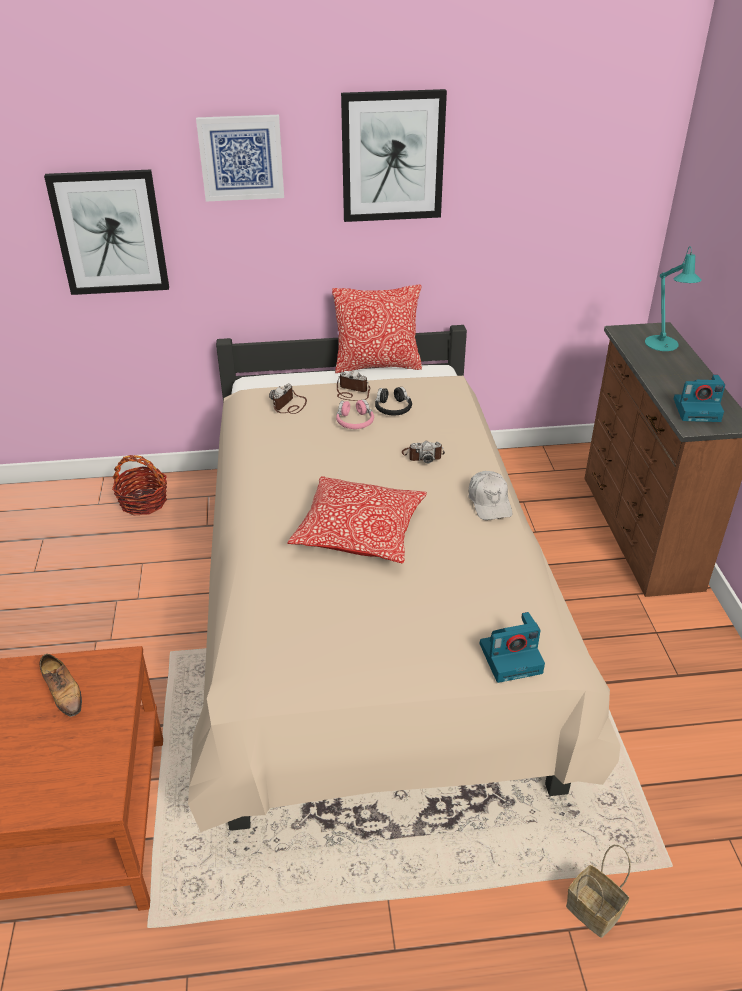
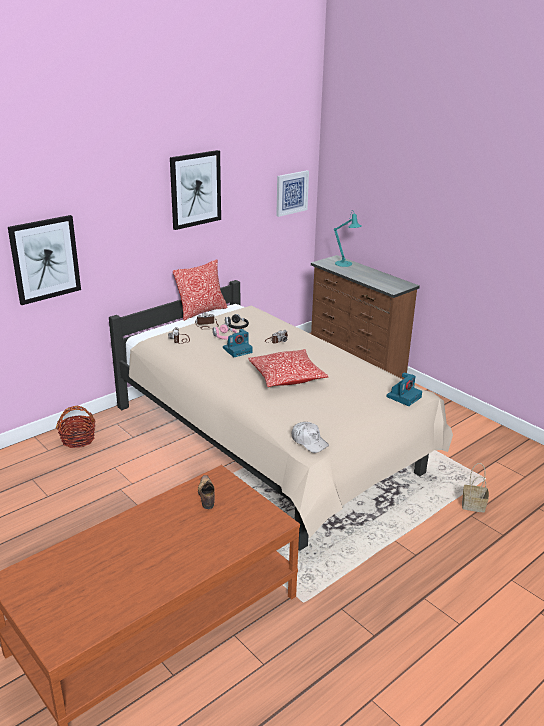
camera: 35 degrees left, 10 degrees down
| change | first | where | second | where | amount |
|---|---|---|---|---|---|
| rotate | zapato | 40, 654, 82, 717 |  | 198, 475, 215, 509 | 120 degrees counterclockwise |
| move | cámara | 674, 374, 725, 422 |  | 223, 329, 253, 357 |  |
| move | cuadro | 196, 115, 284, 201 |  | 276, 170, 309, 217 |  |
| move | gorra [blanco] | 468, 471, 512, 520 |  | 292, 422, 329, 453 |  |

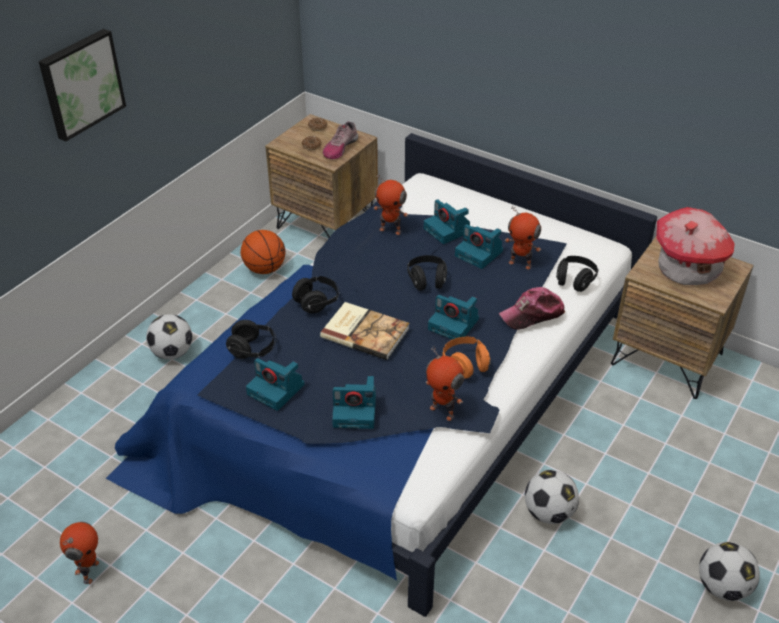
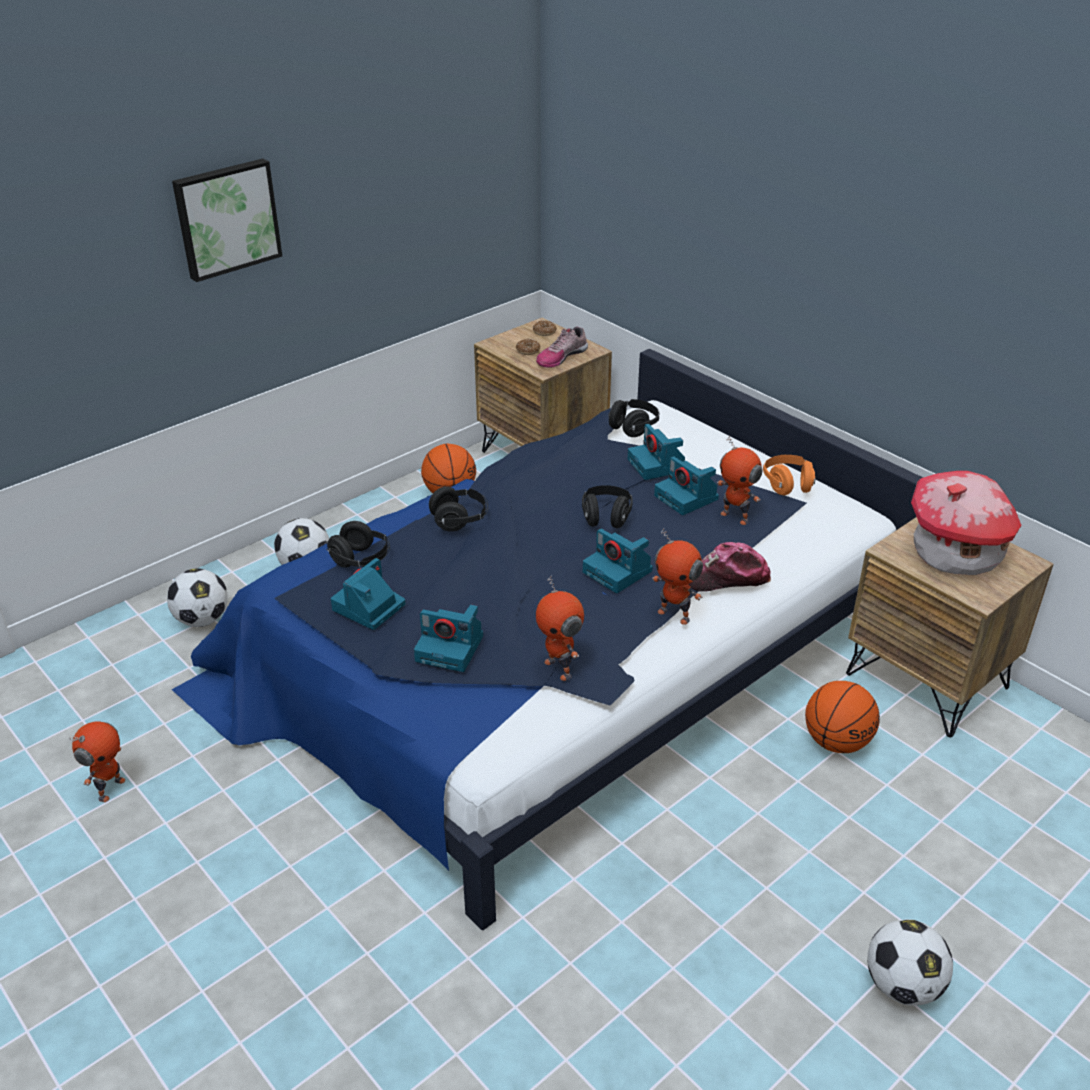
camera: 15 degrees right, 5 degrees down
| change | first | where | second | where | amount |
|---|---|---|---|---|---|
| move | balón de fútbol | 525, 470, 579, 524 |  | 167, 568, 227, 627 |  |
| rotate | cámara | 246, 358, 305, 411 |  | 331, 558, 406, 630 | 75 degrees clockwise |
| move | auriculares [negro] | 556, 256, 599, 292 |  | 609, 399, 659, 437 |  |
| move | robot de juguete | 374, 174, 408, 235 |  | 652, 528, 703, 625 |  |
| move | auriculares [naranja] | 442, 337, 491, 379 |  | 763, 455, 816, 495 |  |
| insert |  |  | balón de baloncesto | 805, 681, 880, 753 |  |
| delete | libro | 320, 302, 409, 360 |  |  |  |

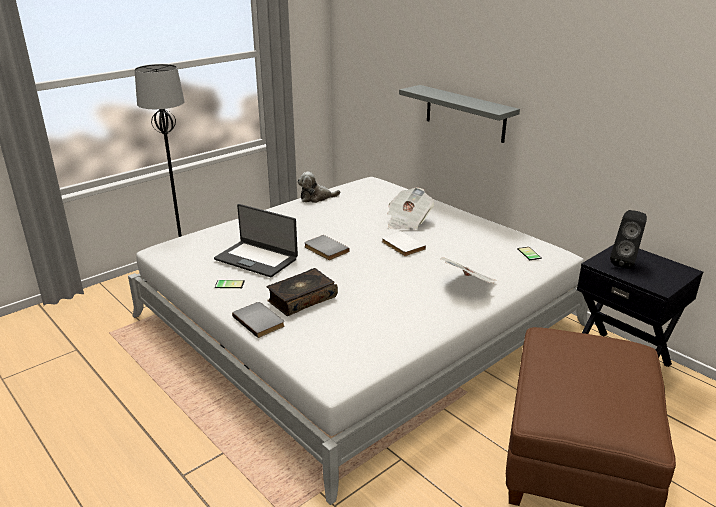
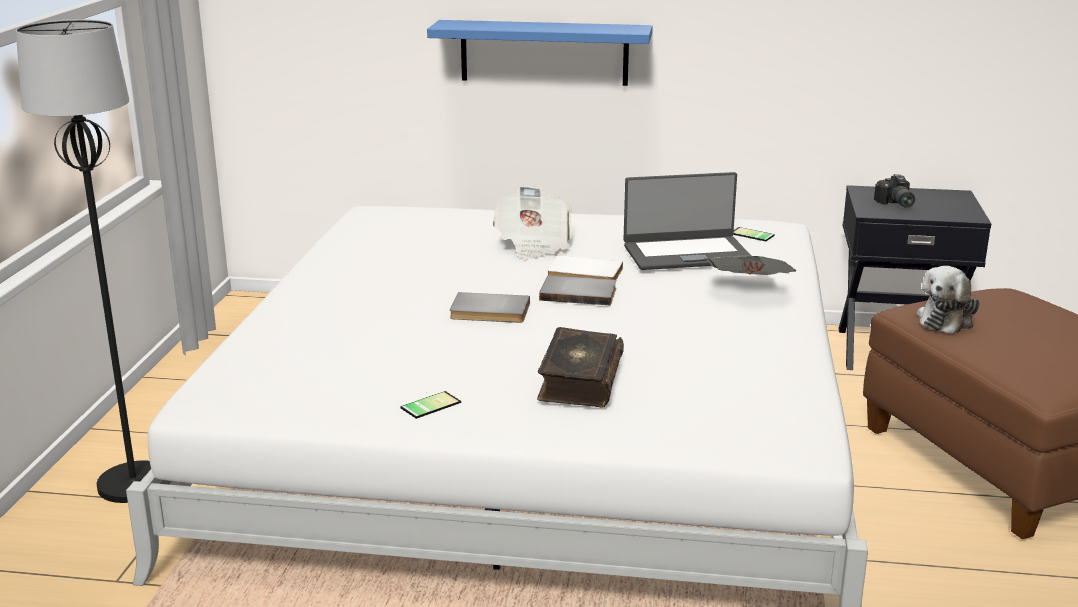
camera: 40 degrees left, 5 degrees down
| change | first | where | second | where | amount |
|---|---|---|---|---|---|
| recolor | estante [gris] | 399, 85, 520, 143 | estante [azul] | 427, 20, 652, 86 |  |
| move | libro [gris] | 232, 302, 284, 338 |  | 539, 275, 616, 305 |  |
| move | portátil | 214, 204, 298, 277 |  | 623, 172, 751, 270 |  |
| replace | altavoz [negro] | 610, 210, 647, 269 | cámara | 874, 174, 915, 208 |  |
| move | peluche | 297, 172, 340, 203 |  | 917, 266, 980, 334 |  |

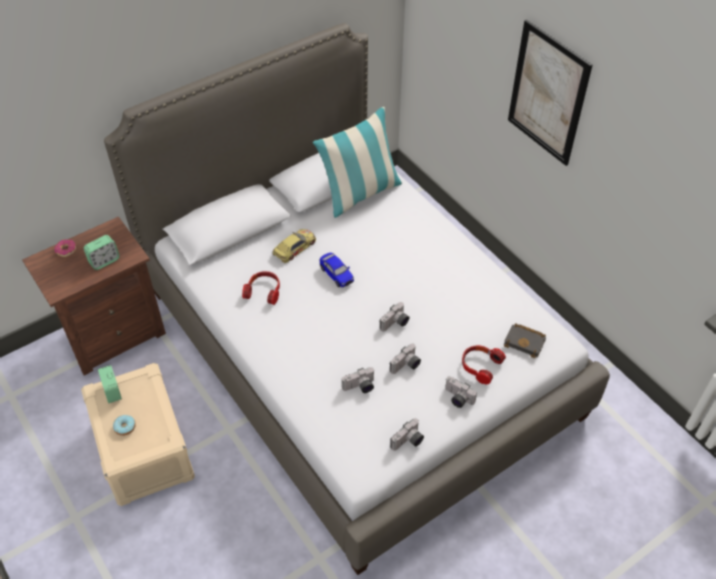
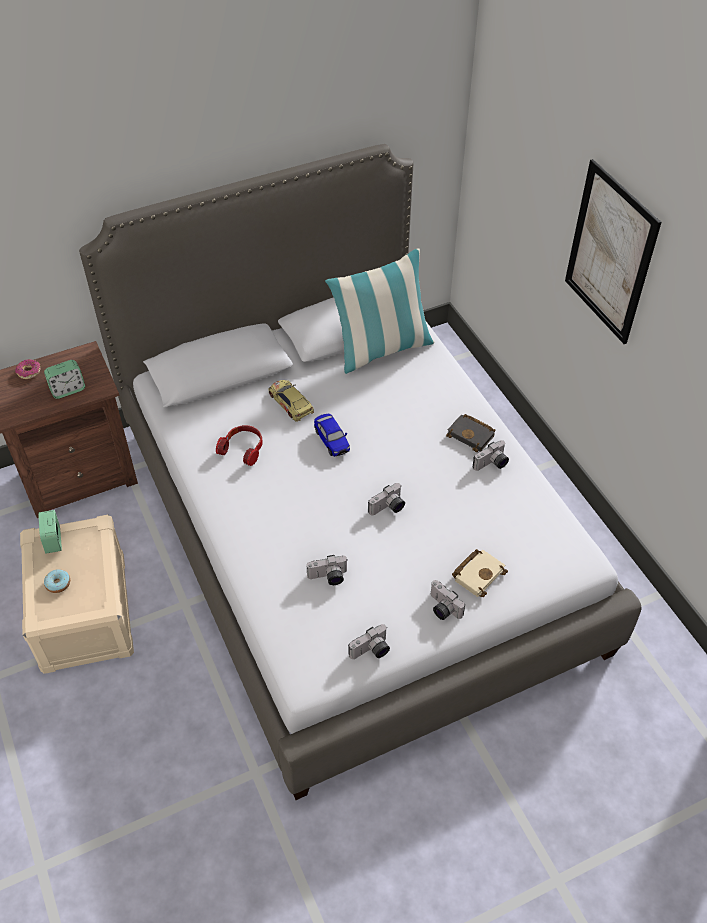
camera: 10 degrees right, 0 degrees up
| change | first | where | second | where | amount |
|---|---|---|---|---|---|
| rotate | coche de juguete | 273, 229, 316, 263 |  | 269, 380, 314, 422 | 90 degrees counterclockwise |
| move | libro [negro] | 504, 323, 546, 359 |  | 446, 414, 495, 452 |  |
| replace | auriculares | 462, 345, 506, 385 | libro [beis] | 452, 549, 508, 597 |  |
| move | cámara | 389, 343, 421, 374 |  | 473, 440, 509, 471 |  |

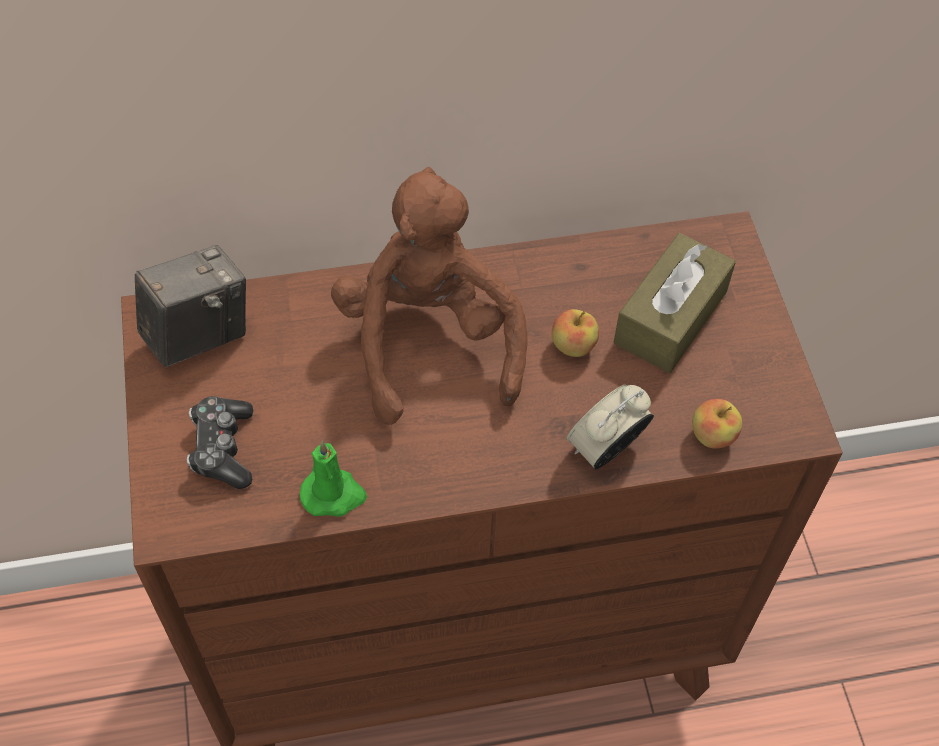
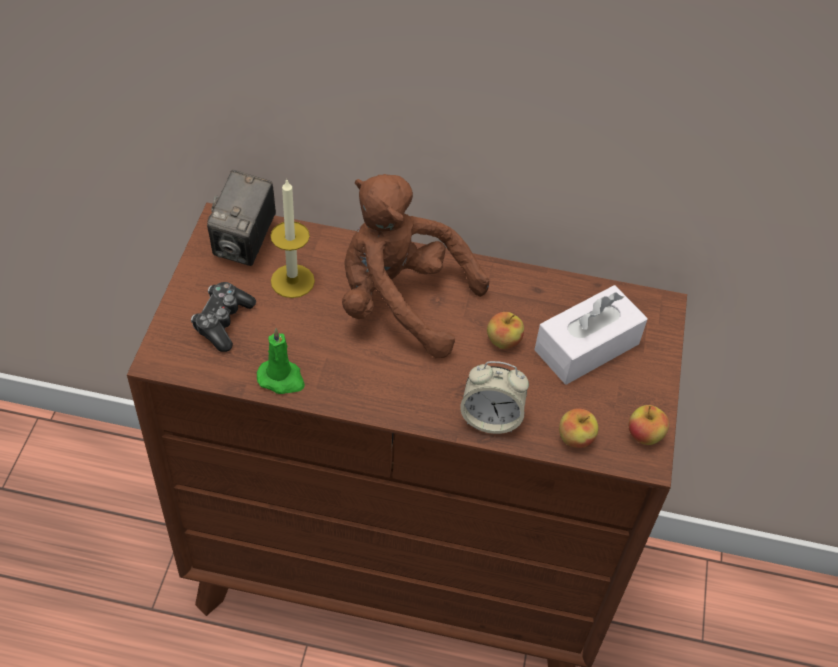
camera: 20 degrees right, 5 degrees down
| change | first | where | second | where | amount |
|---|---|---|---|---|---|
| rotate | cámara | 135, 245, 246, 367 |  | 207, 170, 276, 266 | 120 degrees clockwise |
| insert |  |  | vela | 270, 178, 315, 298 |  |
| rotate | peluche [marrón] | 331, 167, 527, 425 |  | 342, 174, 489, 358 | 75 degrees counterclockwise |
| rotate | despertador | 566, 385, 654, 469 |  | 460, 361, 529, 434 | 150 degrees counterclockwise |
| recolor | caja de pañuelos [marrón] | 614, 233, 736, 373 | caja de pañuelos [blanco] | 535, 285, 648, 385 |  |
| insert |  |  | manzana | 629, 405, 669, 445 |  |

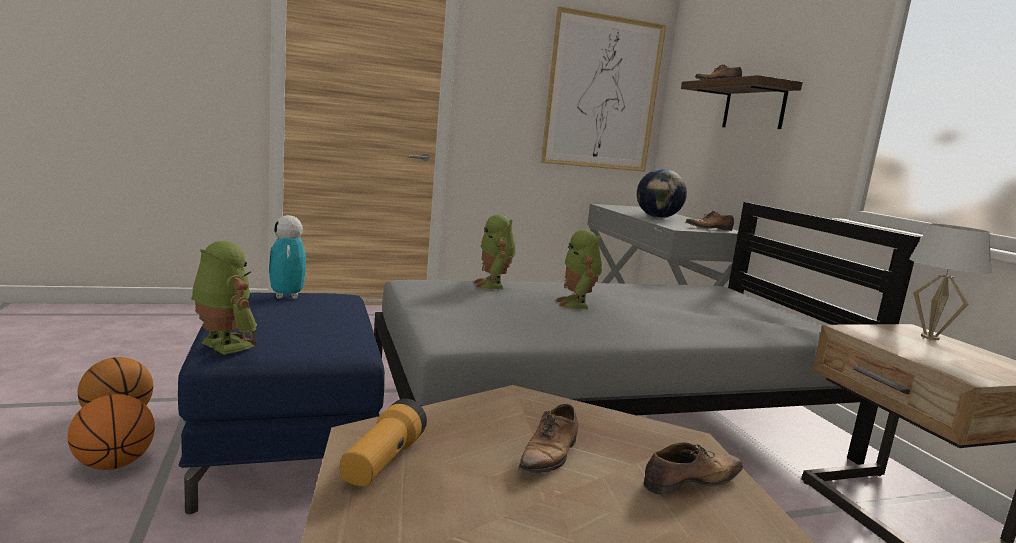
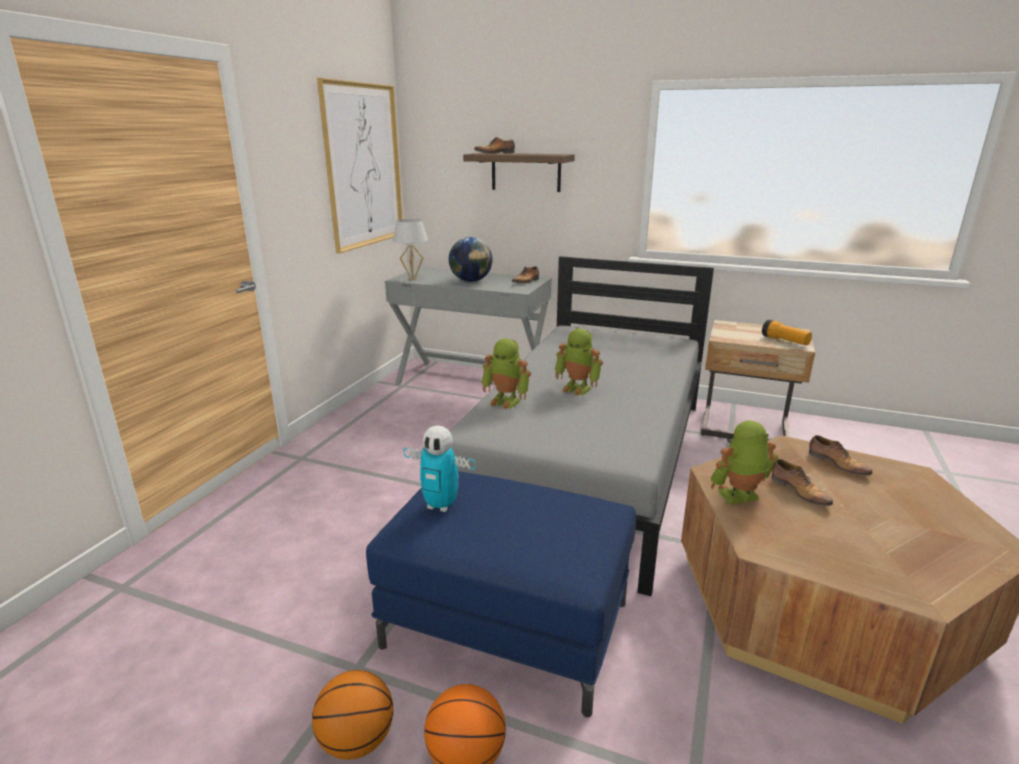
camera: 50 degrees left, 10 degrees up
| change | first | where | second | where | amount |
|---|---|---|---|---|---|
| move | lámpara de mesa [blanco] | 909, 223, 992, 340 |  | 393, 219, 428, 280 |  |
| move | robot de juguete | 191, 241, 257, 354 |  | 711, 420, 778, 505 |  |
| move | linterna | 340, 399, 427, 487 |  | 762, 319, 812, 345 |  |
| rotate | zapato | 643, 443, 743, 495 |  | 809, 435, 873, 478 | 135 degrees clockwise |

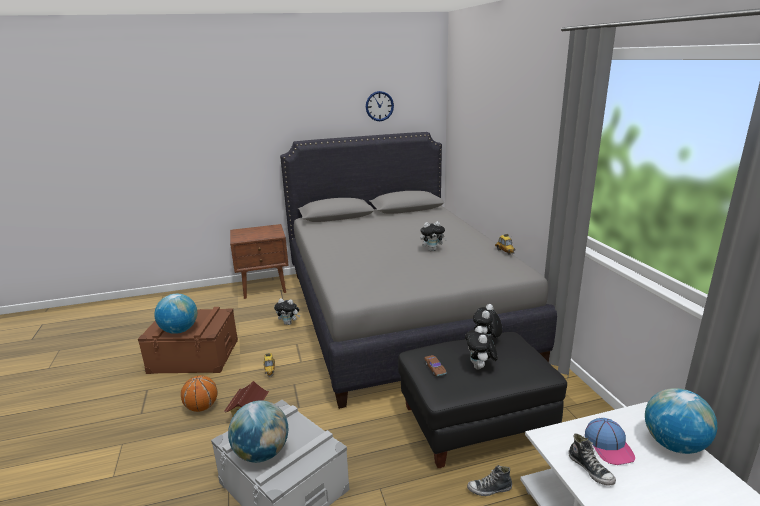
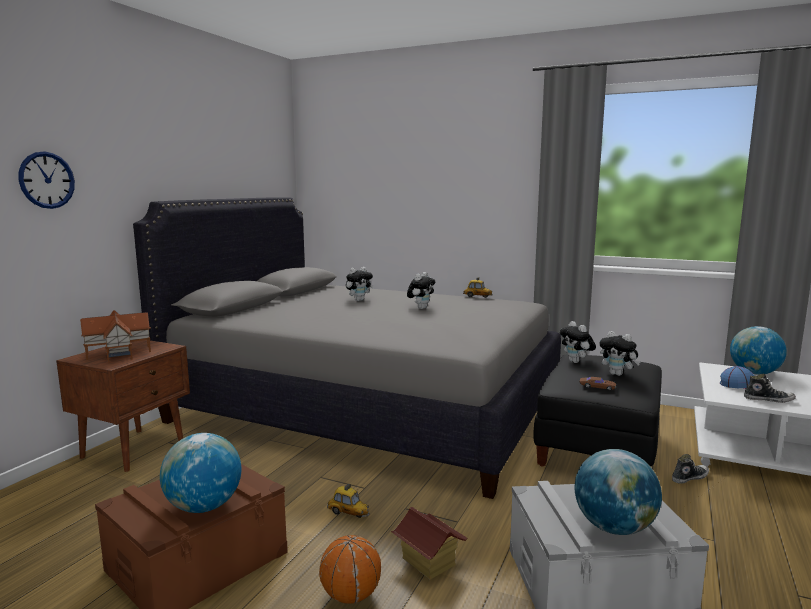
camera: 50 degrees left, 10 degrees down
| change | first | where | second | where | amount |
|---|---|---|---|---|---|
| move | reloj de pared | 366, 91, 394, 121 |  | 18, 151, 75, 209 |  |
| insert |  |  | casita | 80, 310, 151, 362 |  |
| move | peluche | 274, 298, 300, 325 |  | 346, 267, 373, 301 |  |
| rotate | zapato | 467, 465, 512, 496 |  | 672, 454, 709, 484 | 150 degrees counterclockwise |

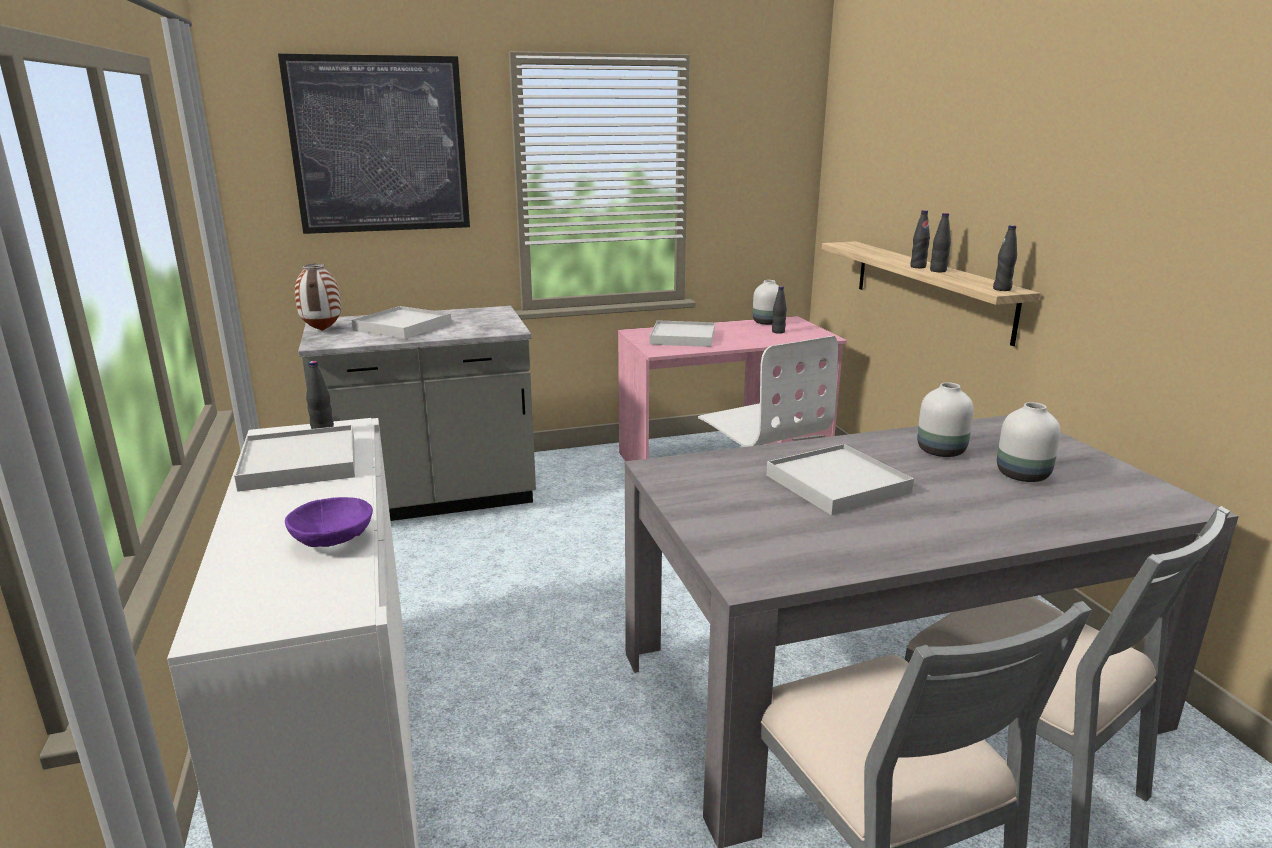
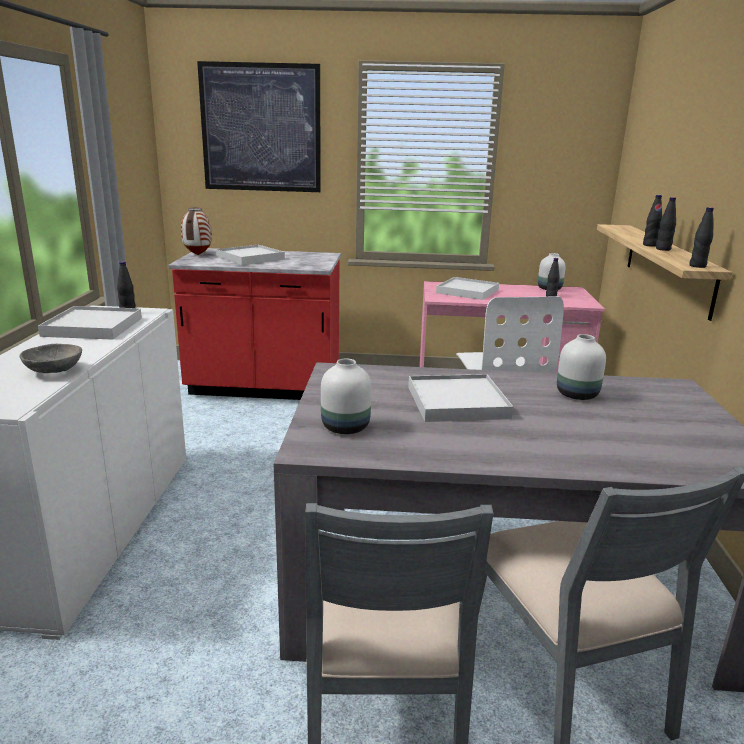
camera: 20 degrees right, 0 degrees up
| change | first | where | second | where | amount |
|---|---|---|---|---|---|
| recolor | cuenco [morado] | 285, 497, 373, 547 | cuenco [gris] | 19, 344, 82, 373 |  |
| recolor | mueble bajo de cocina [gris] | 298, 306, 536, 521 | mueble bajo de cocina [rojo] | 168, 248, 341, 400 |  |
| move | florero [blanco] | 997, 402, 1061, 482 |  | 321, 359, 371, 434 |  |

